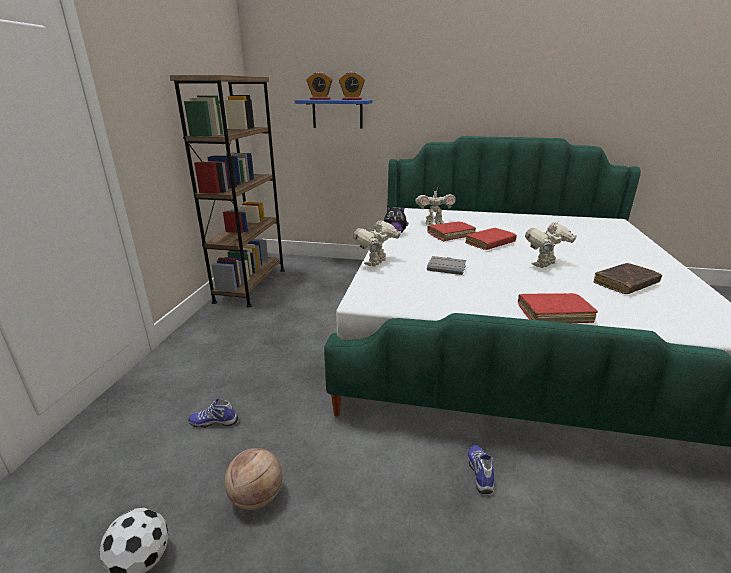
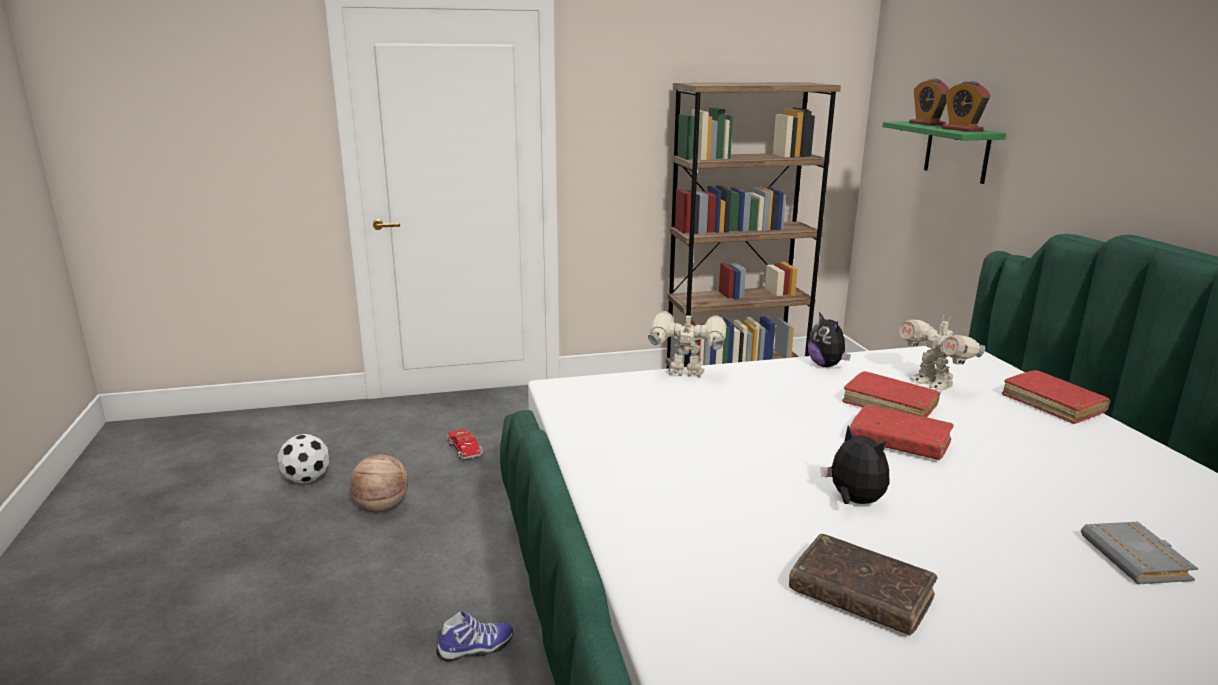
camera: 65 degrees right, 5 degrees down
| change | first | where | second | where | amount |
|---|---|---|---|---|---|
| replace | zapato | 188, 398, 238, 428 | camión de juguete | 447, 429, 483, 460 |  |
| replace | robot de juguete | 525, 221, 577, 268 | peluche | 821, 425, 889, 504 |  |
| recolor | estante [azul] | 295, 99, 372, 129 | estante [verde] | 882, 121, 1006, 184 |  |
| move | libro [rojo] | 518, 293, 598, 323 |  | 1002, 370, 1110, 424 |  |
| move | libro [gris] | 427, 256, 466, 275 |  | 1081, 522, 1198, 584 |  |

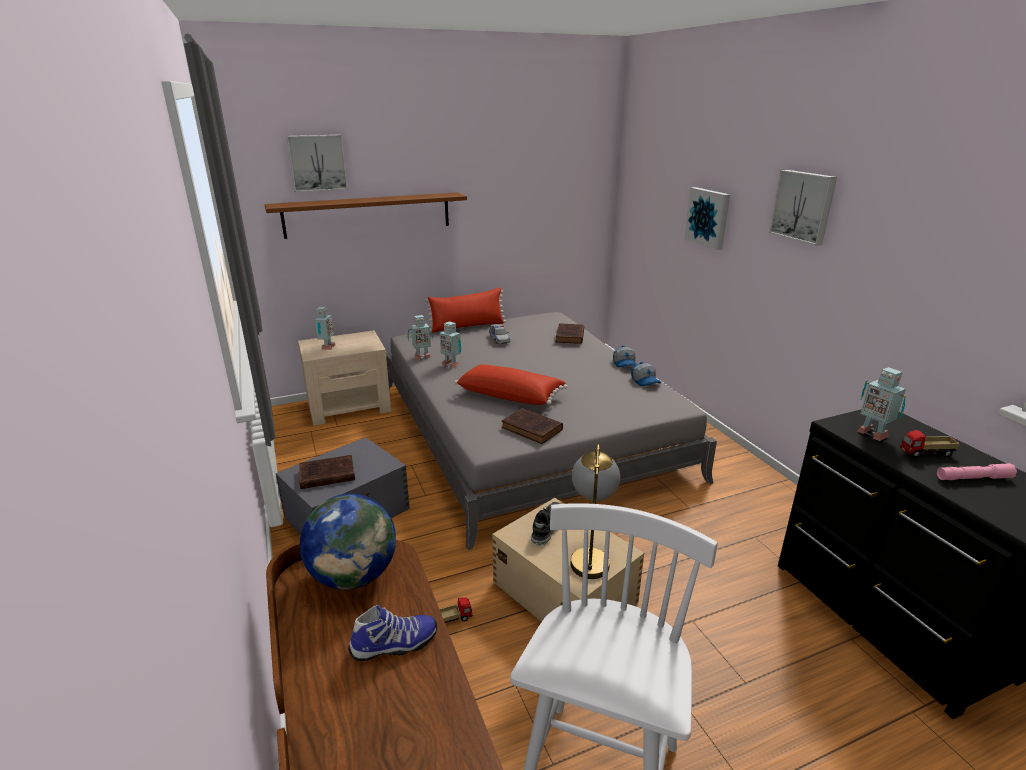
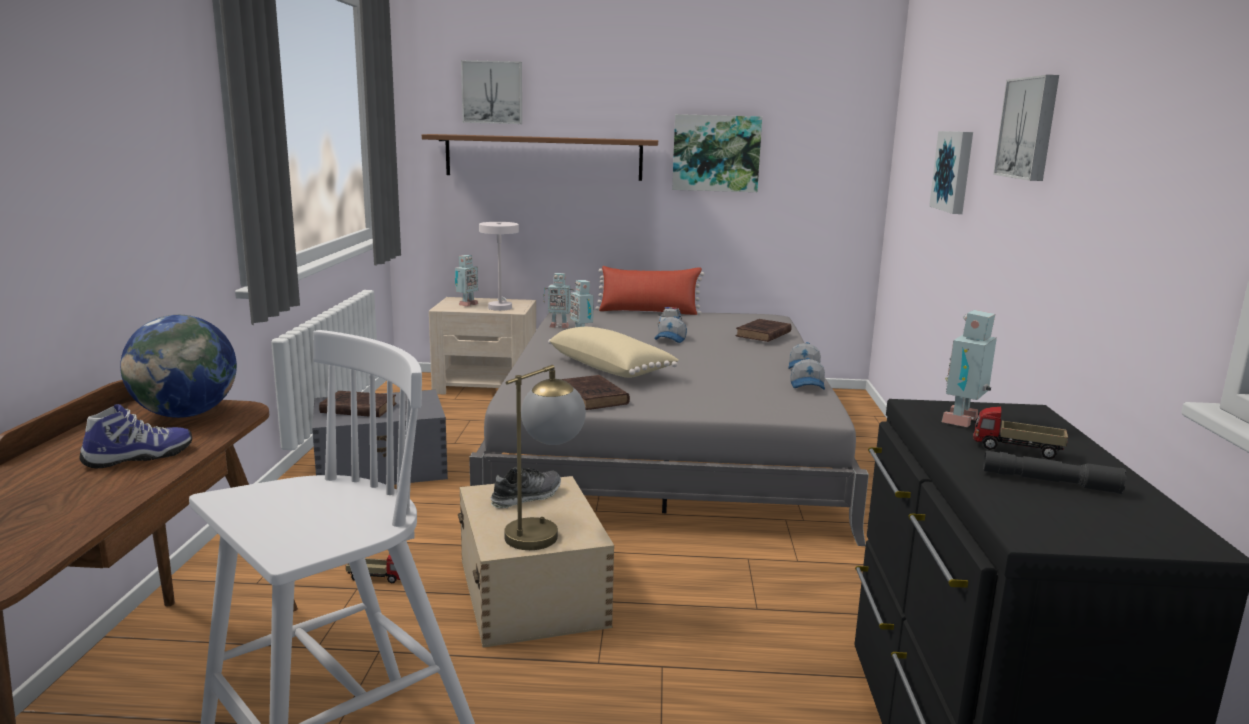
camera: 25 degrees right, 10 degrees down
| change | first | where | second | where | amount |
|---|---|---|---|---|---|
| rotate | zapato | 348, 605, 437, 661 |  | 79, 404, 192, 468 | 45 degrees counterclockwise |
| insert |  |  | lámpara de mesa [blanco] | 479, 222, 519, 311 |  |
| recolor | cojín [rojo] | 454, 364, 567, 405 | cojín [beis] | 548, 327, 679, 378 |  |
| insert |  |  | gorra | 655, 316, 687, 343 |  |
| insert |  |  | cuadro | 672, 114, 762, 192 |  |
| rotate | robot de juguete | 857, 367, 906, 441 |  | 942, 310, 997, 427 | 45 degrees clockwise |
| recolor | linterna [rosa] | 937, 463, 1017, 480 | linterna [gris] | 983, 451, 1126, 494 |  |

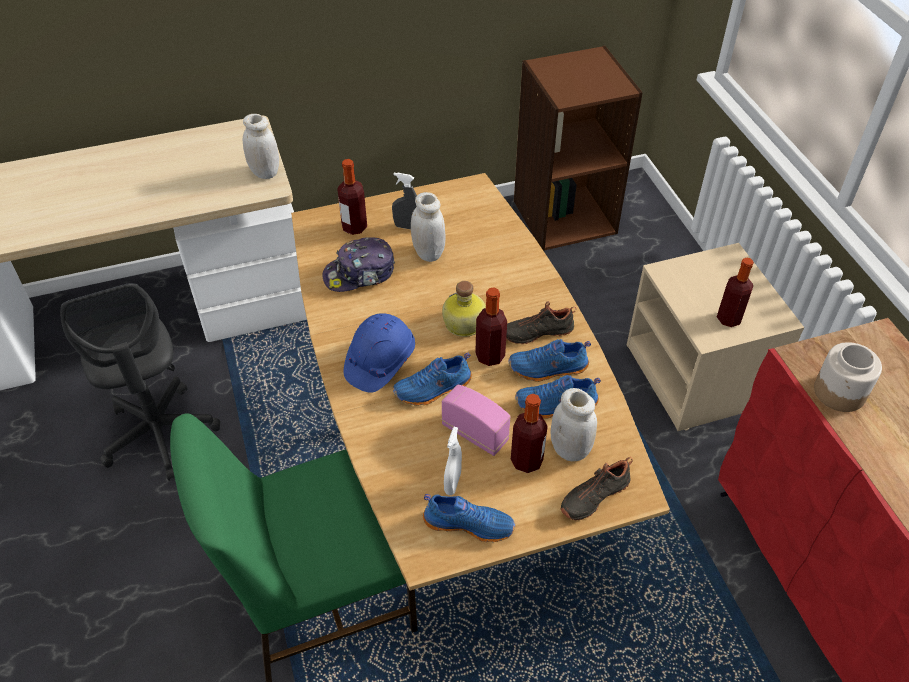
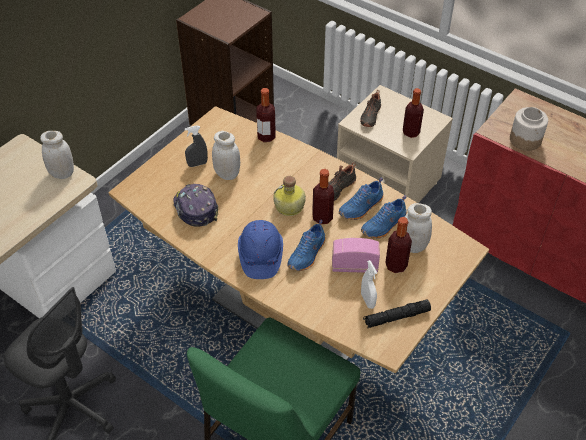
camera: 35 degrees left, 0 degrees up
| change | first | where | second | where | amount |
|---|---|---|---|---|---|
| rotate | gorra | 322, 237, 395, 292 |  | 173, 184, 218, 227 | 120 degrees clockwise |
| move | botella | 337, 159, 367, 235 |  | 256, 88, 276, 142 |  |
| move | zapato [negro] | 561, 457, 633, 520 |  | 360, 90, 381, 127 |  |
| replace | zapato [azul] | 423, 494, 515, 542 | linterna [negro] | 363, 299, 431, 328 |  |

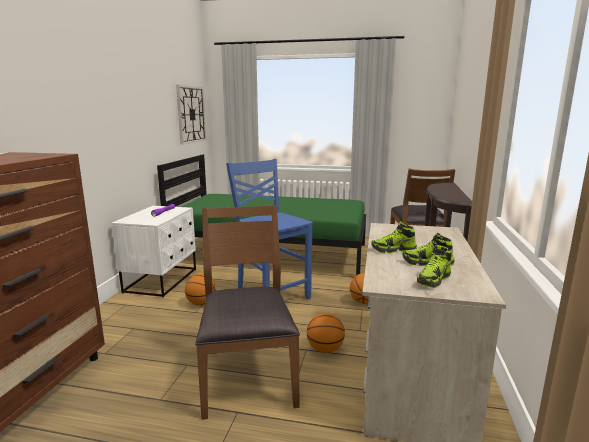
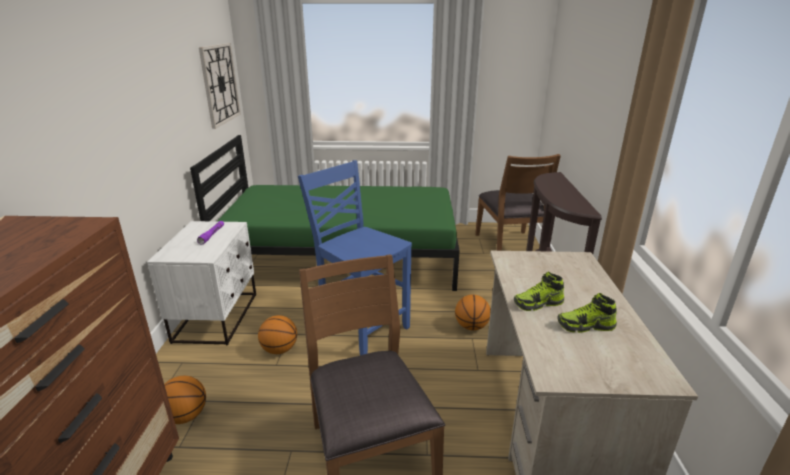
camera: 10 degrees left, 10 degrees up
| change | first | where | second | where | amount |
|---|---|---|---|---|---|
| move | balón de baloncesto | 307, 313, 345, 353 |  | 164, 376, 206, 424 |  |
| delete | zapato | 417, 245, 451, 288 |  |  |  |

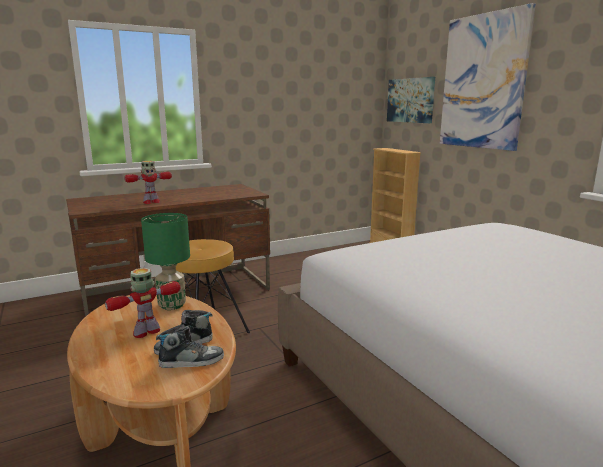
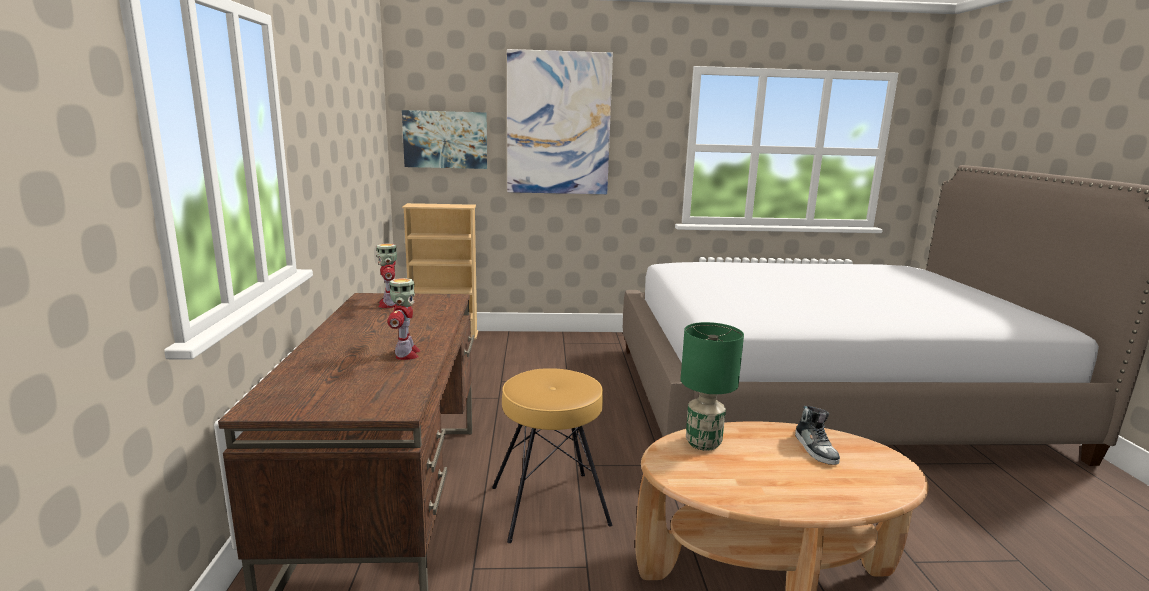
camera: 65 degrees left, 0 degrees up
| change | first | where | second | where | amount |
|---|---|---|---|---|---|
| move | robot de juguete | 105, 268, 181, 338 |  | 376, 243, 397, 308 |  |
| delete | zapato | 156, 325, 224, 368 |  |  |  |

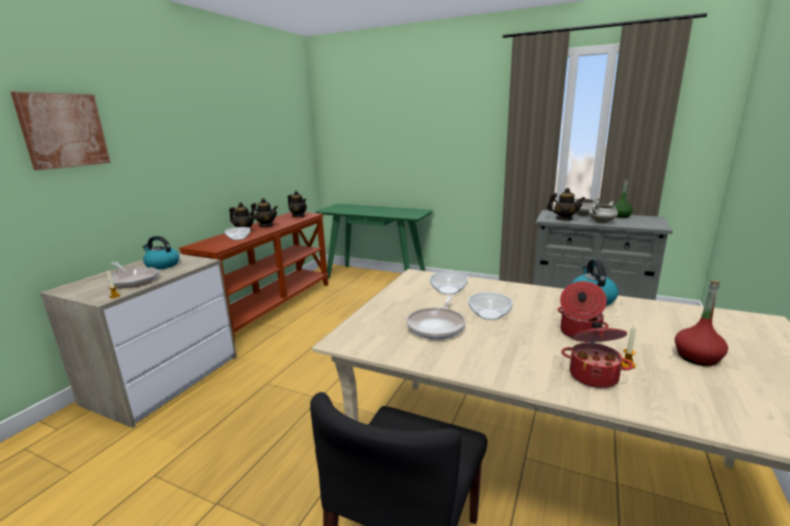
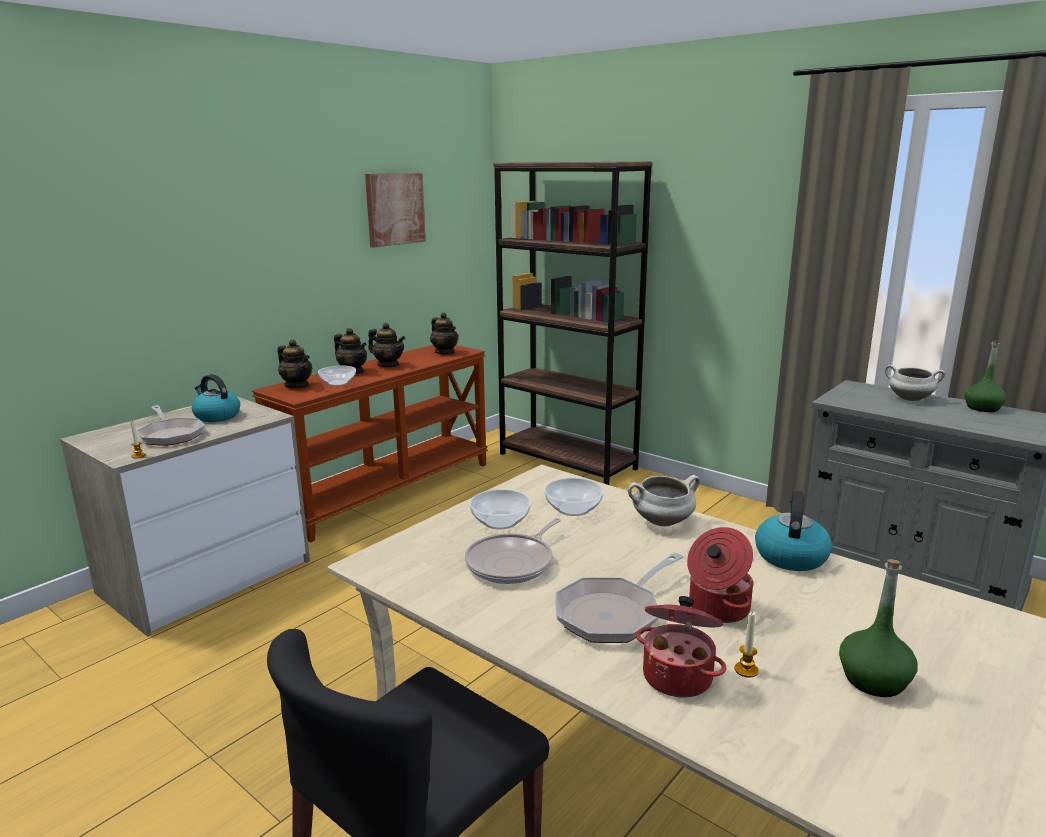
camera: 15 degrees right, 0 degrees up
| change | first | where | second | where | amount |
|---|---|---|---|---|---|
| move | tetera | 547, 188, 585, 220 |  | 278, 340, 312, 388 |  |
| move | cuadro | 11, 92, 111, 170 |  | 365, 173, 426, 247 |  |
| move | cuenco | 468, 292, 513, 320 |  | 469, 489, 531, 529 |  |
| replace | mesa consola [verde] | 315, 204, 433, 279 | estantería [marrón] | 493, 162, 653, 485 |  |
| insert |  |  | sartén | 555, 553, 683, 643 |  |
| move | olla [blanco] | 589, 201, 618, 223 |  | 628, 475, 700, 526 |  |
| recolor | botella [rojo] | 675, 281, 728, 366 | botella [verde] | 839, 559, 918, 697 |  |

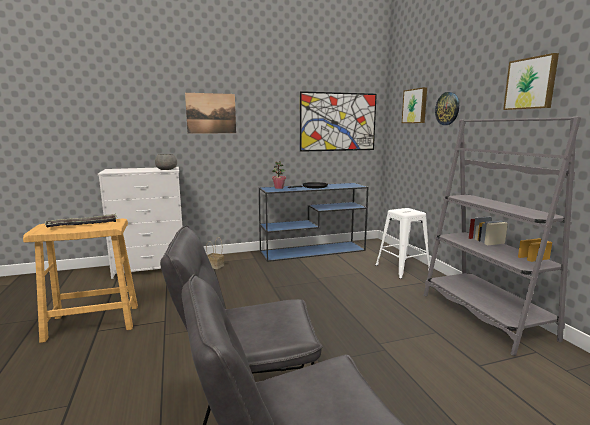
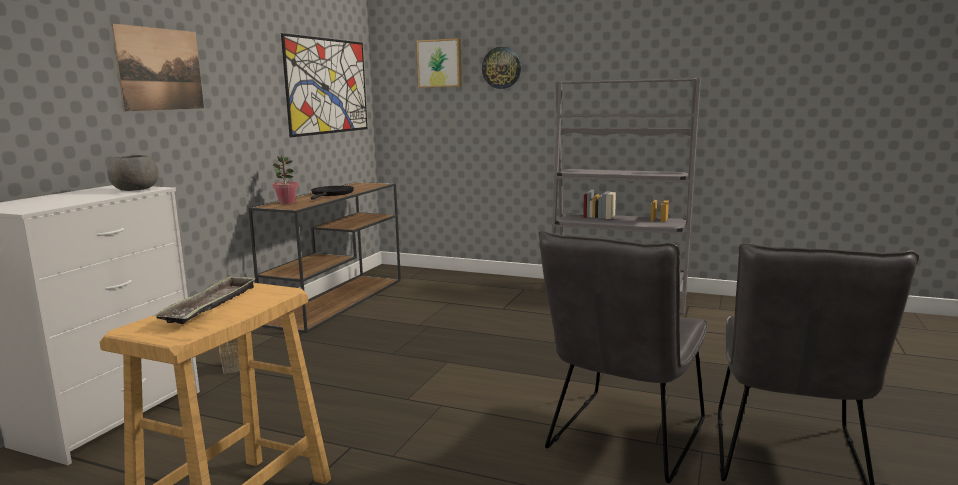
camera: 50 degrees left, 0 degrees up
| change | first | where | second | where | amount |
|---|---|---|---|---|---|
| recolor | mesa consola [azul] | 259, 183, 368, 262 | mesa consola [marrón] | 248, 182, 401, 333 |  |
| delete | taburete [blanco] | 375, 208, 430, 279 |  |  |  |
| delete | cuadro | 503, 53, 559, 110 |  |  |  |

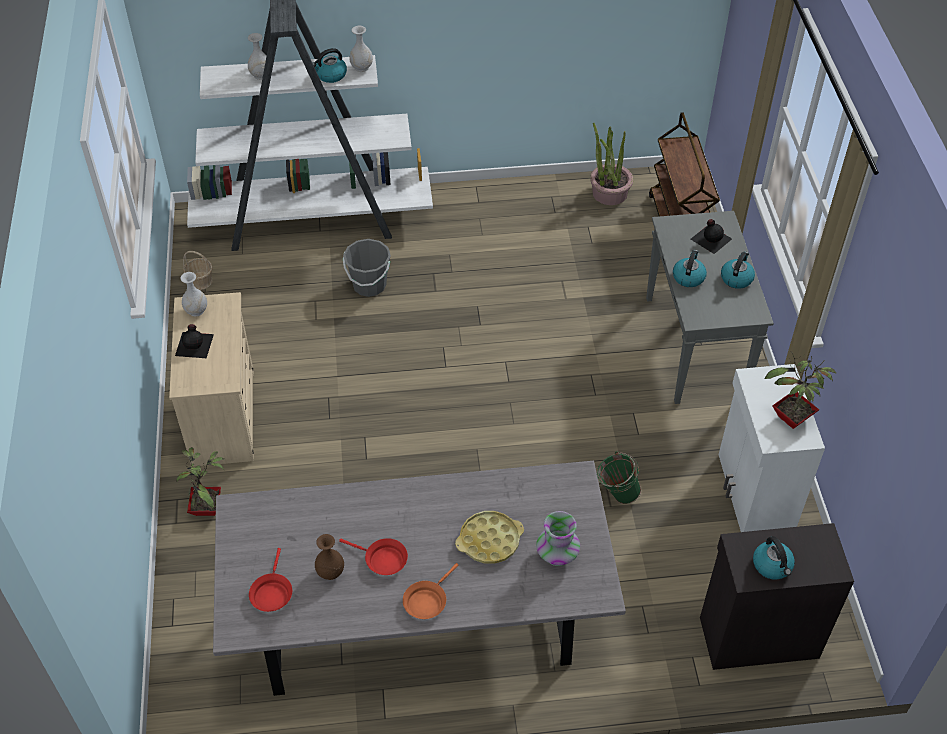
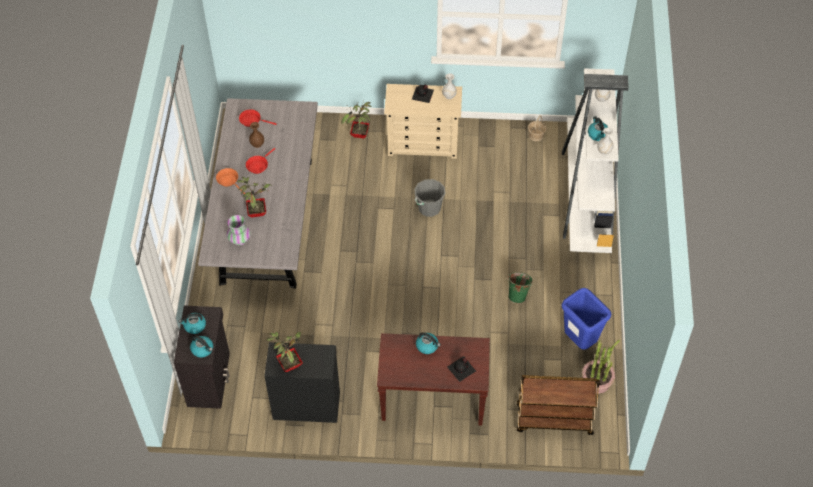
camera: 100 degrees right, 5 degrees up
| change | first | where | second | where | amount |
|---|---|---|---|---|---|
| move | hervidor | 721, 251, 755, 289 |  | 190, 335, 213, 358 |  |
| replace | bandeja [amarillo] | 455, 511, 524, 564 | planta en maceta | 237, 177, 272, 218 |  |
| recolor | armario [blanco] | 719, 364, 825, 532 | armario [negro] | 264, 342, 340, 423 |  |
| recolor | mesa consola [gris] | 646, 211, 774, 404 | mesa consola [marrón] | 377, 333, 490, 425 |  |
| move | cubo [gris] | 343, 239, 391, 297 |  | 414, 179, 446, 217 |  |
| move | cubo [verde] | 597, 452, 641, 504 |  | 507, 272, 533, 303 |  |
| insert |  |  | papelera [azul] | 562, 288, 611, 350 |  |

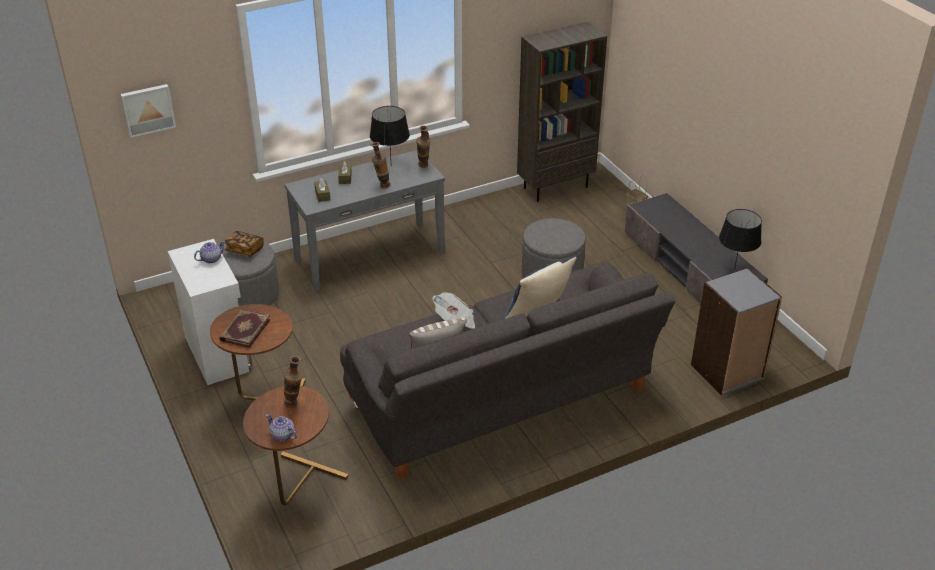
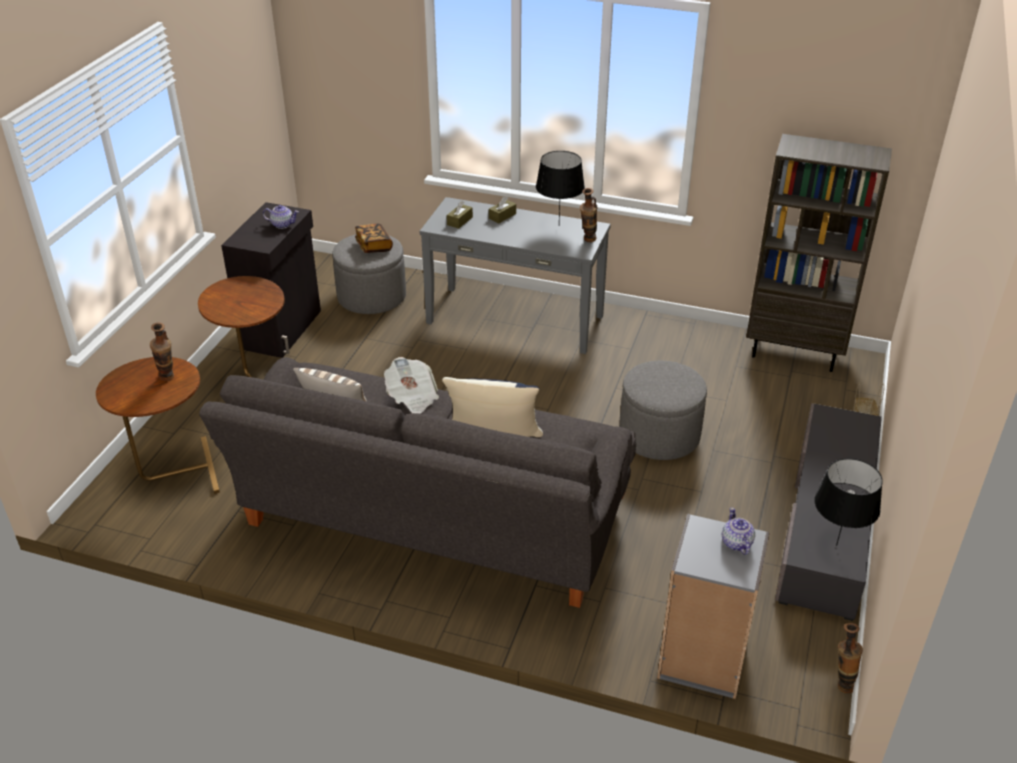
camera: 45 degrees right, 0 degrees up
| change | first | where | second | where | amount |
|---|---|---|---|---|---|
| recolor | armario [blanco] | 168, 239, 253, 385 | armario [negro] | 221, 202, 321, 358 |  |
| move | tetera | 266, 414, 297, 442 |  | 722, 507, 755, 555 |  |
| move | florero | 371, 142, 391, 189 |  | 838, 623, 863, 693 |  |
| delete | cuadro | 120, 84, 176, 138 |  |  |  |
| delete | libro | 220, 309, 271, 348 |  |  |  |

